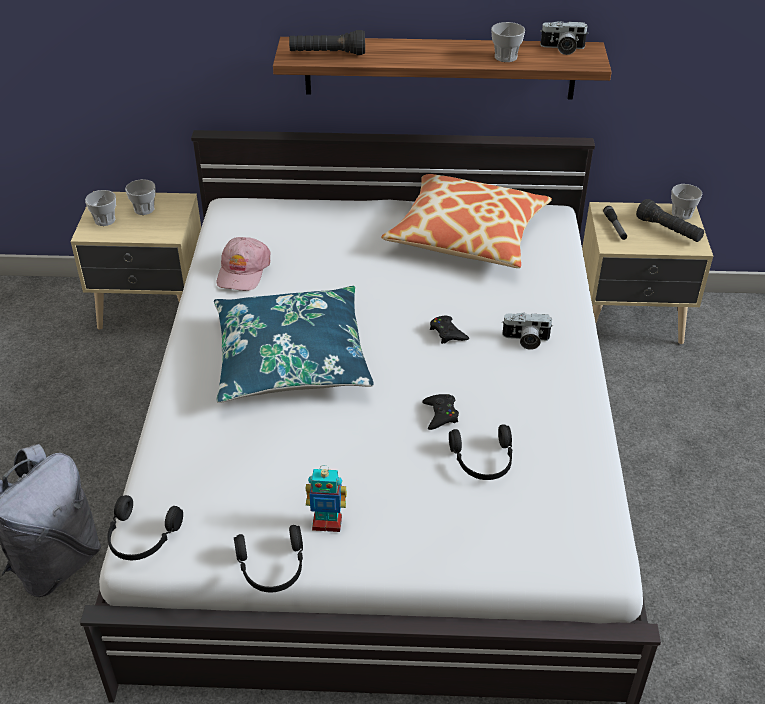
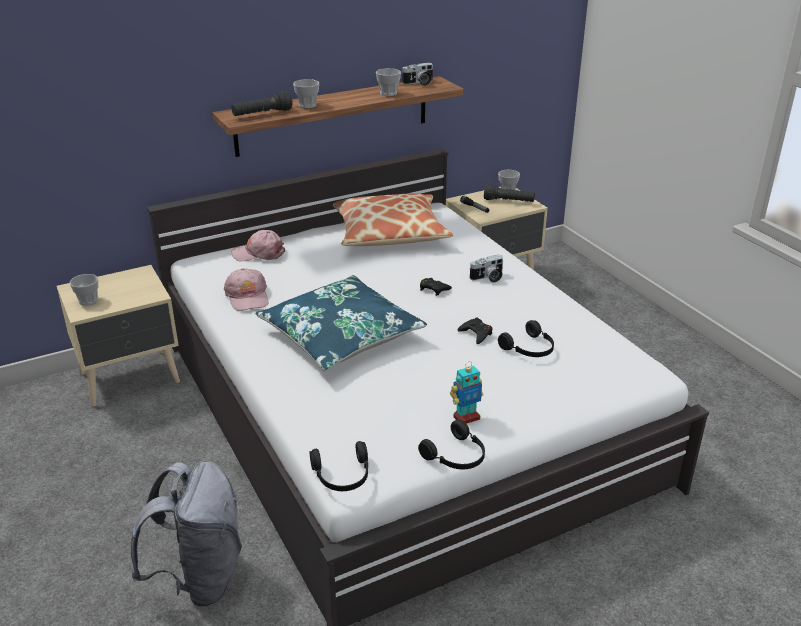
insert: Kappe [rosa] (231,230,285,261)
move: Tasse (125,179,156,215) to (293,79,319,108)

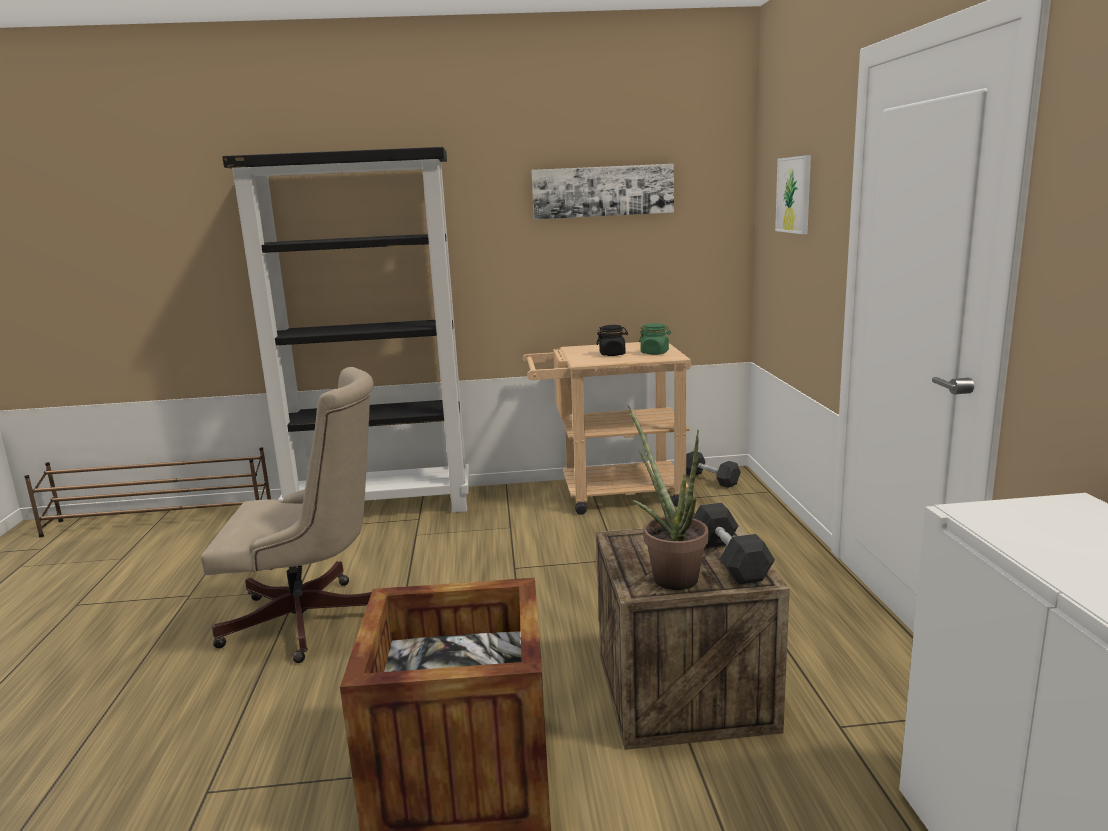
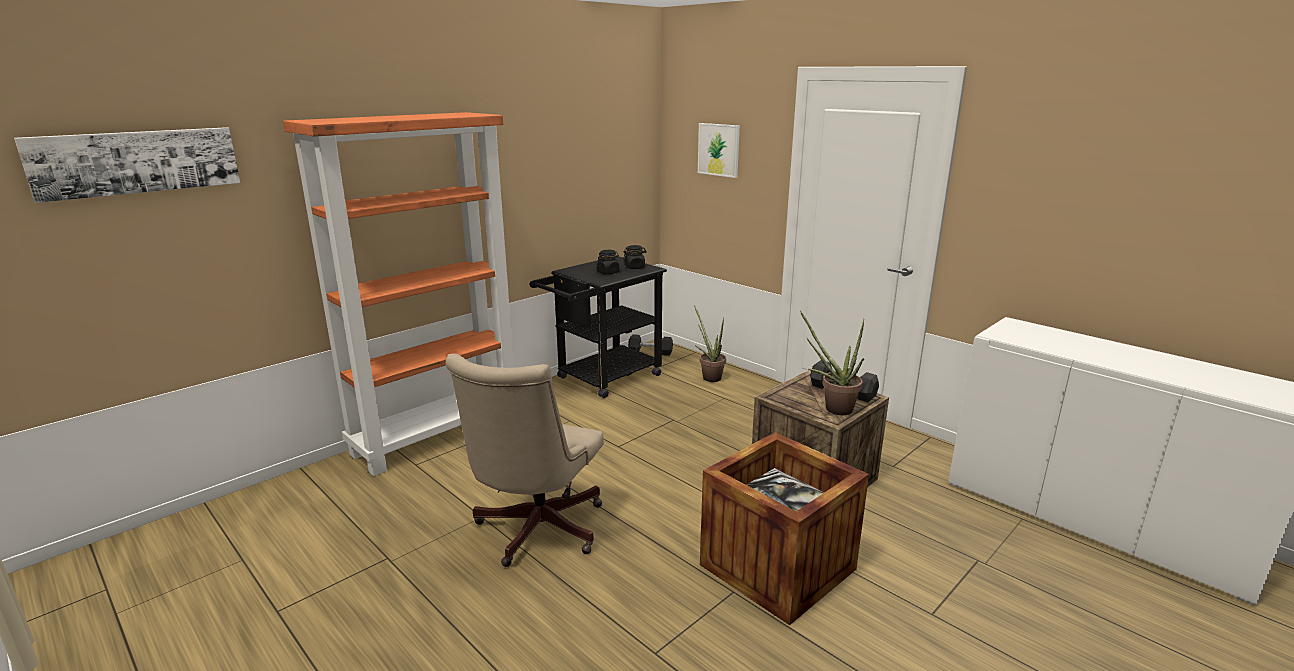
delete: Schuhregal [braun] (24,447,271,538)
insert: Topfpflanze (694,306,726,382)
move: Bild (531,164,674,219) to (14,127,240,203)
recolor: Bücherregal [schwarz] (222,147,469,513) to Bücherregal [orange] (283,112,514,476); Rollwagen [beige] (523,342,691,515) to Rollwagen [schwarz] (530,256,667,398); Vorratsglas [grün] (639,323,671,355) to Vorratsglas [schwarz] (623,245,647,269)
rotate: Bürostuhl [beige] (201,367,373,663) = (445,353,604,567) 150 degrees clockwise

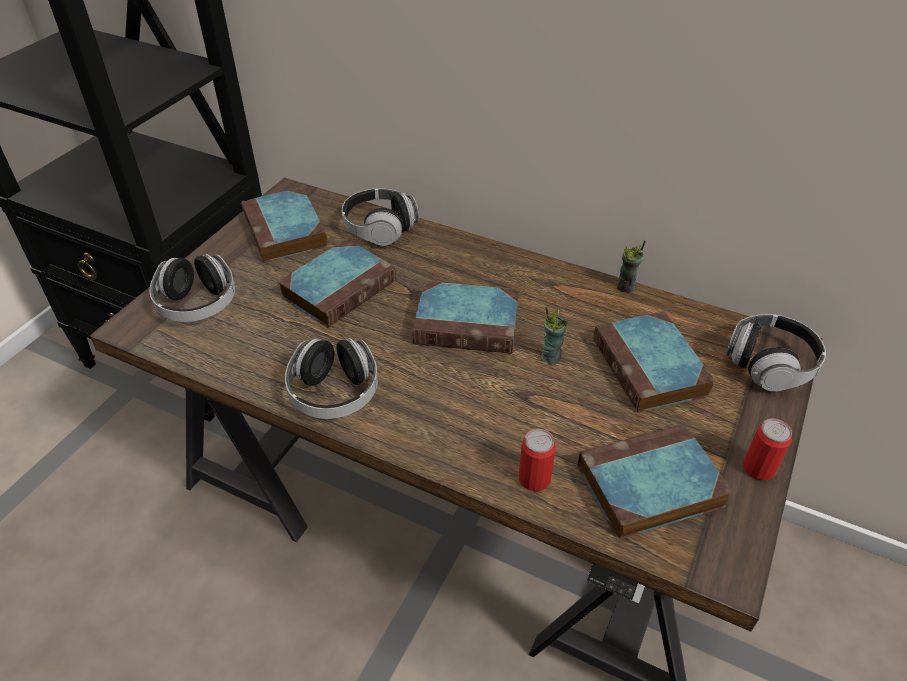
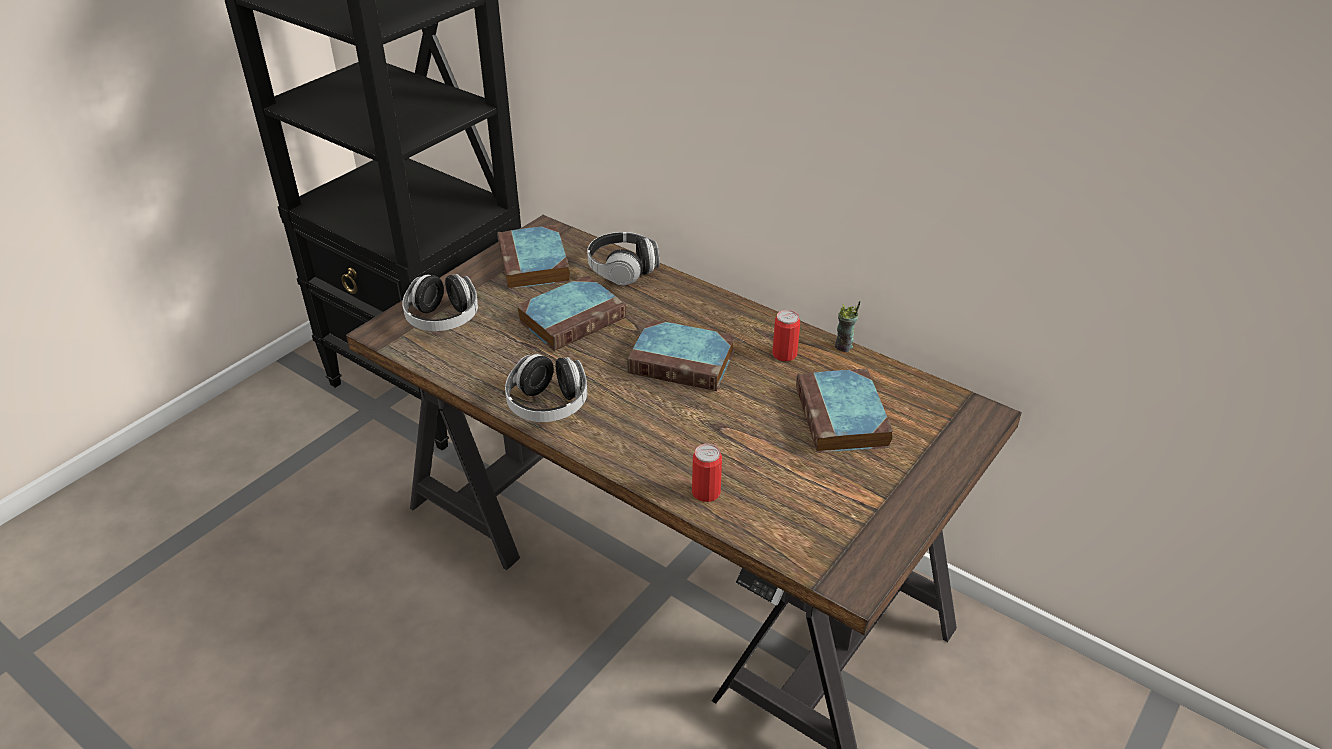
delete: Tasse (541,306,567,364); Buch (578,424,733,540); Kopfhörer (725,314,826,392)
move: Dose (743,419,792,481) to (772,310,800,361)

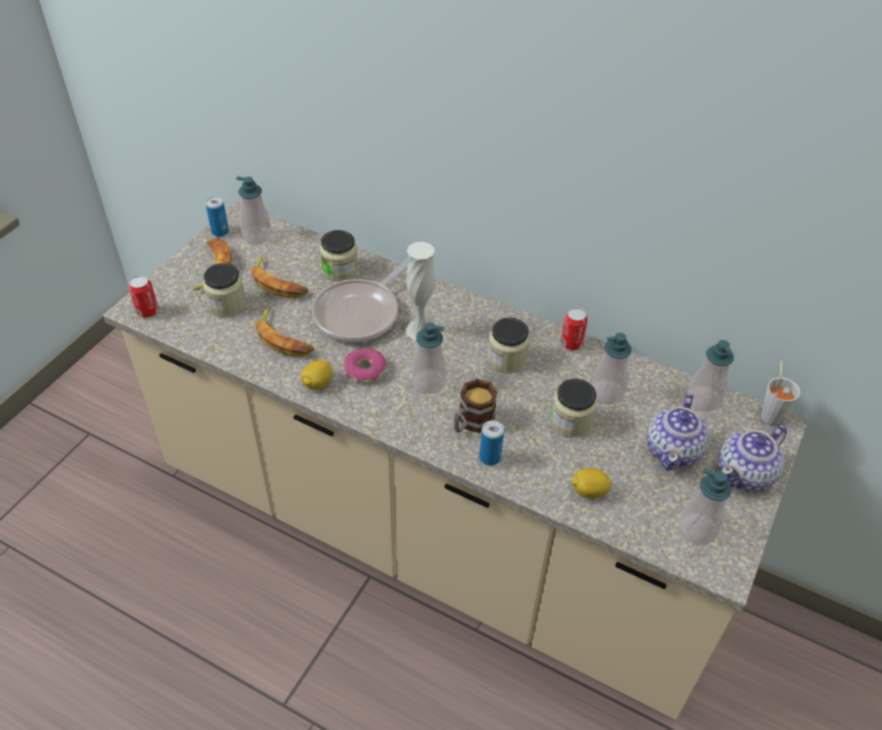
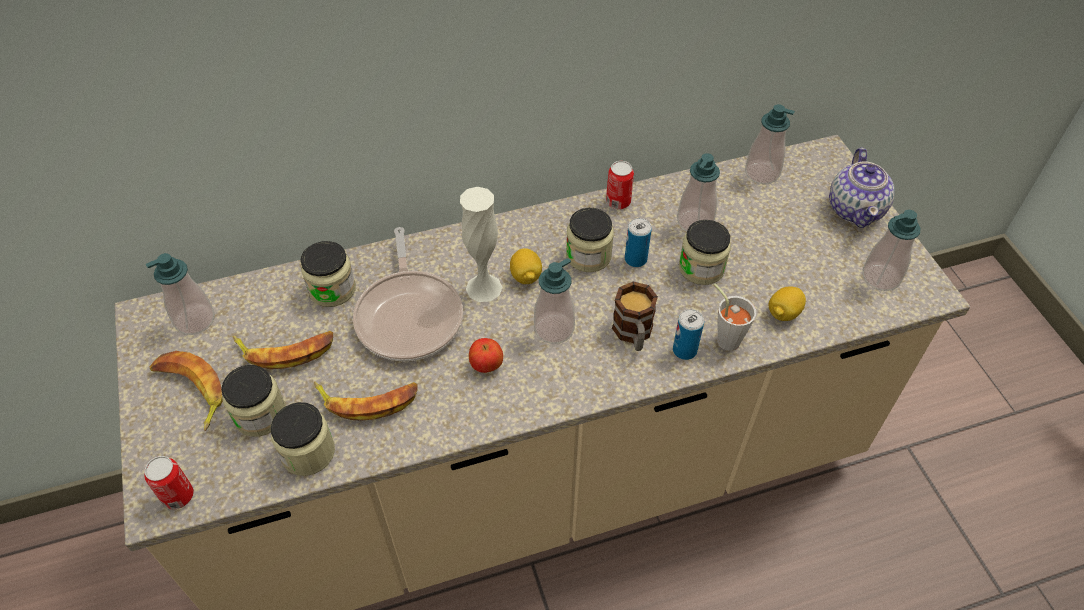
delete: Teekanne (646,393,709,471)
insert: Vorratsglas (271,402,335,476)
move: Zitrone (301,360,332,390) to (510,248,542,284); Dose (206,197,229,237) to (625,218,652,267); Tasse [grau] (761,361,800,425) to (713,283,756,351)
replace: Donut (344,348,386,383) to Apfel (469,338,503,373)

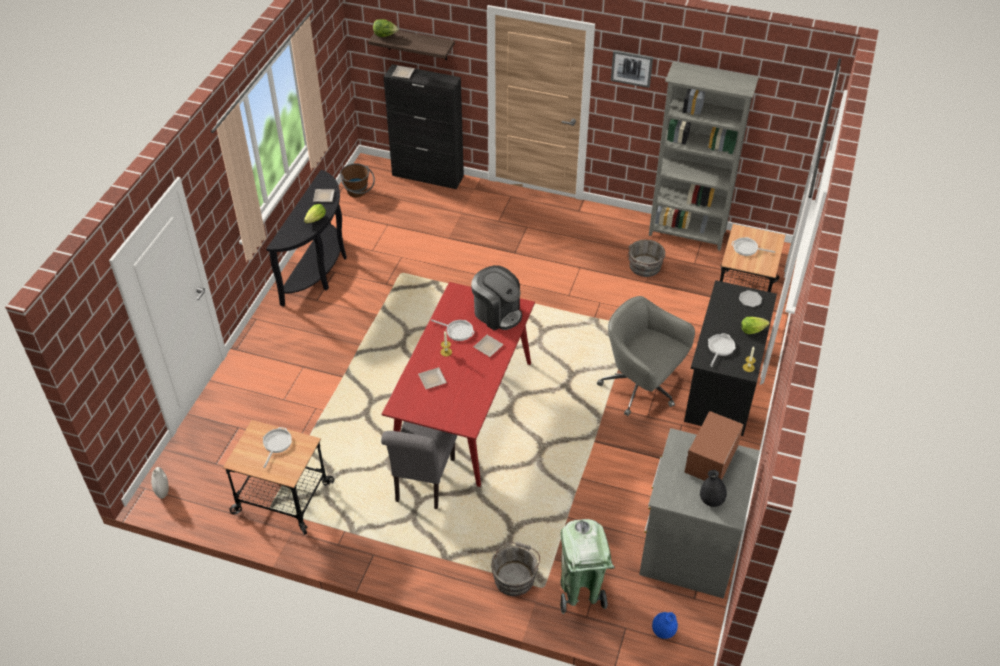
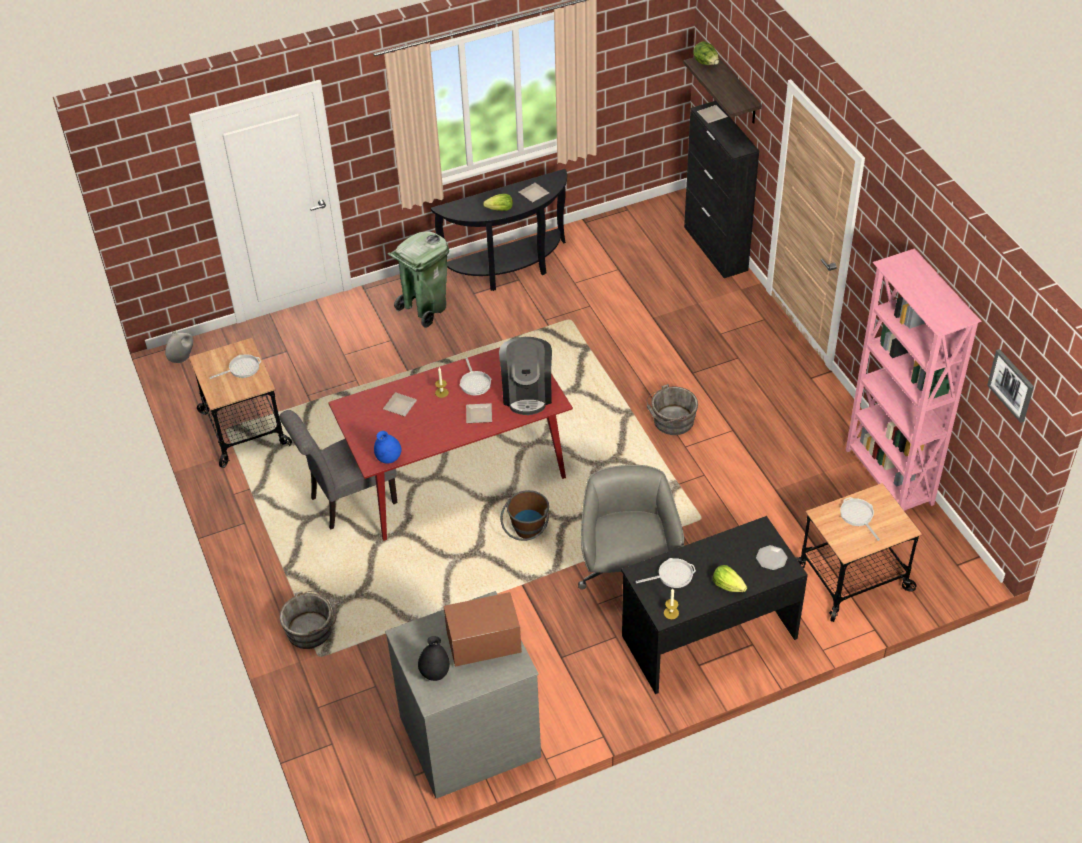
move: Vase [blau] (652,612,678,639) to (374,431,401,464); Mülleimer [grün] (560,519,615,614) to (387,231,449,328); Eimer [braun] (340,163,375,198) to (501,490,549,541); Eimer [grau] (628,240,666,277) to (647,384,698,435); Bild (611,50,653,88) to (987,349,1034,423)
recolor: Bücherregal [grau] (649,62,759,251) to Bücherregal [rosa] (846,248,982,511)

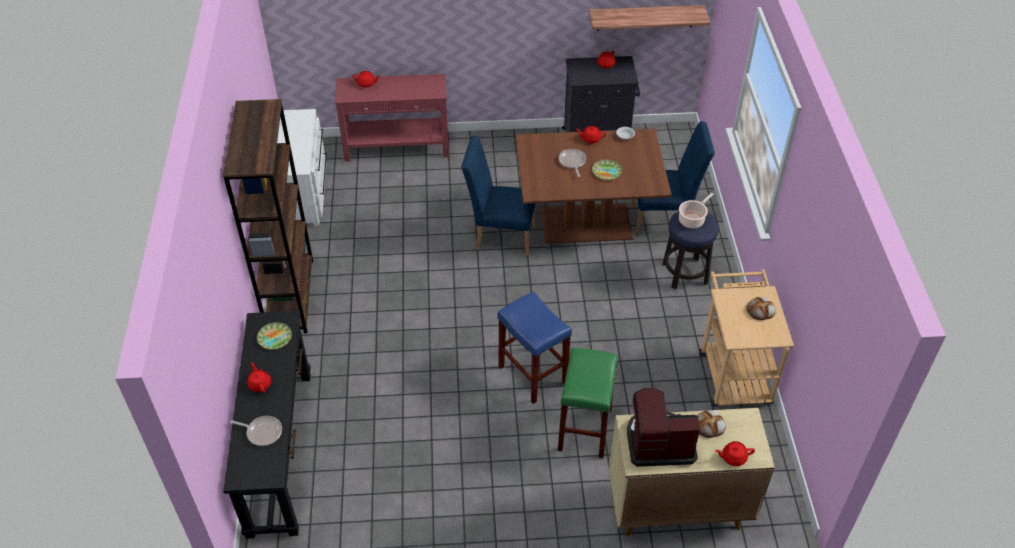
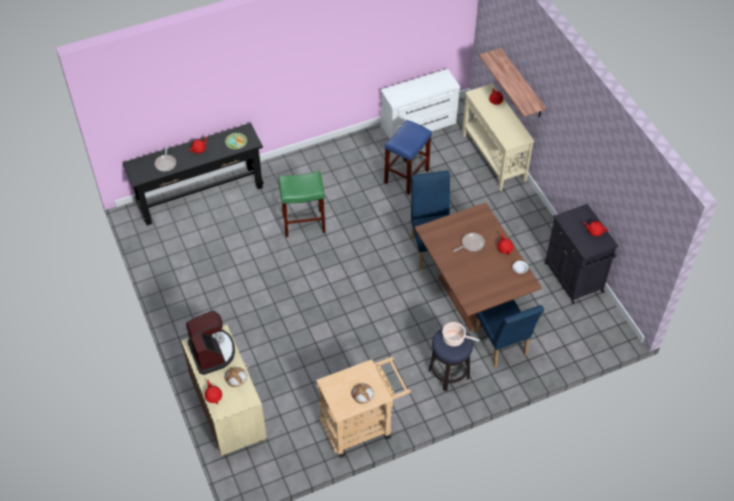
delete: Bücherregal [braun] (223,99,313,333); Teller (592,159,622,180)
move: Hocker [grün] (558,348,618,458) to (278,171,325,237); Hocker [blau] (498,292,572,404) to (384,120,432,195); Wandregal (589,5,710,31) to (479,48,546,118)
recolor: Konsolentisch [rot] (335,74,449,162) to Konsolentisch [beige] (462,83,534,191)

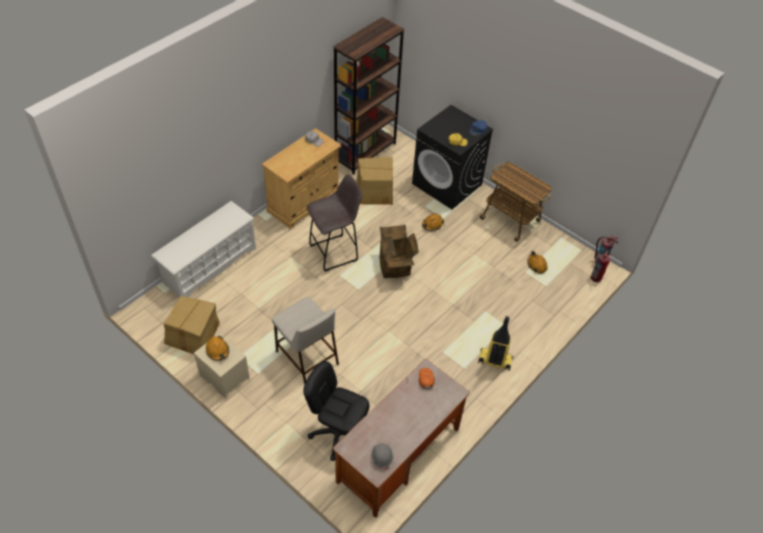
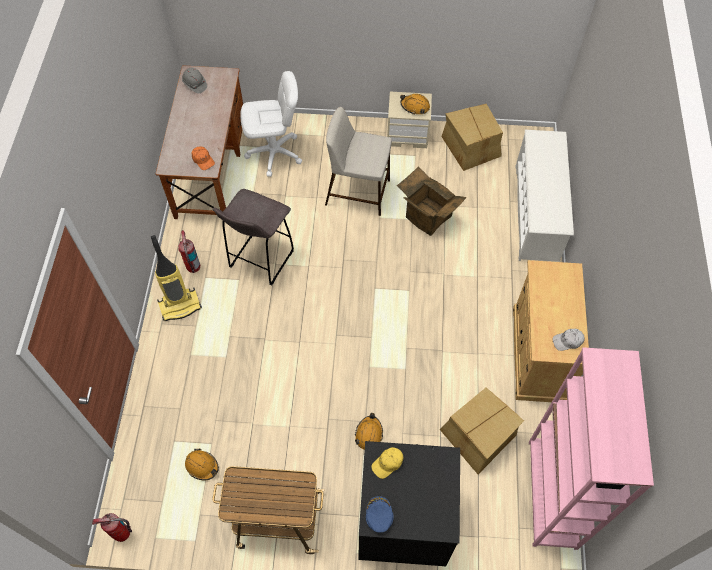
move: Feuerlöscher (591,250,610,282) to (178,230,200,273); Hocker [grau] (307,174,362,272) to (213,189,294,285); Karton (380,225,419,278) to (397,167,467,236)
recolor: Bürostuhl [schwarz] (303,361,369,461) to Bürostuhl [weiß] (240,71,302,177); Bücherregal [braun] (333,17,404,175) to Bücherregal [rosa] (529,347,654,550)

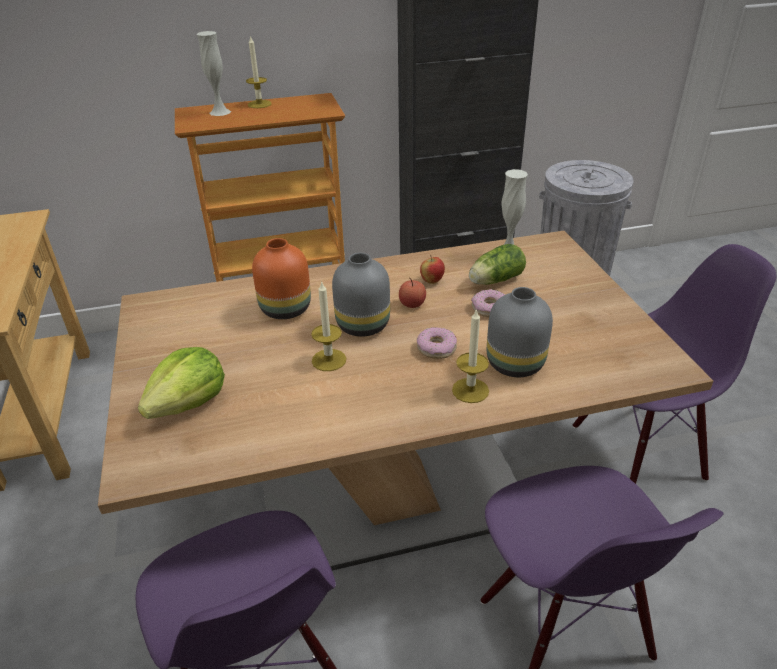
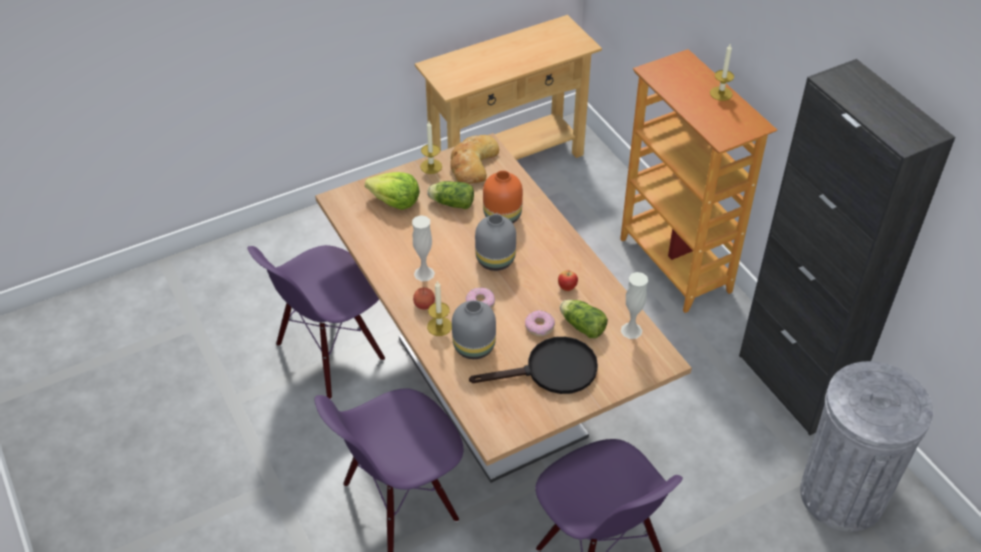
insert: Salatkopf (427,181,474,209); Brot (450,135,499,184); Pfanne [schwarz] (469,337,598,394)
move: Vase [weiß] (197,31,231,116) to (412,215,435,281); Apfel (399,277,426,308) to (413,287,435,310); Kerze (311,281,346,371) to (420,121,442,174)

